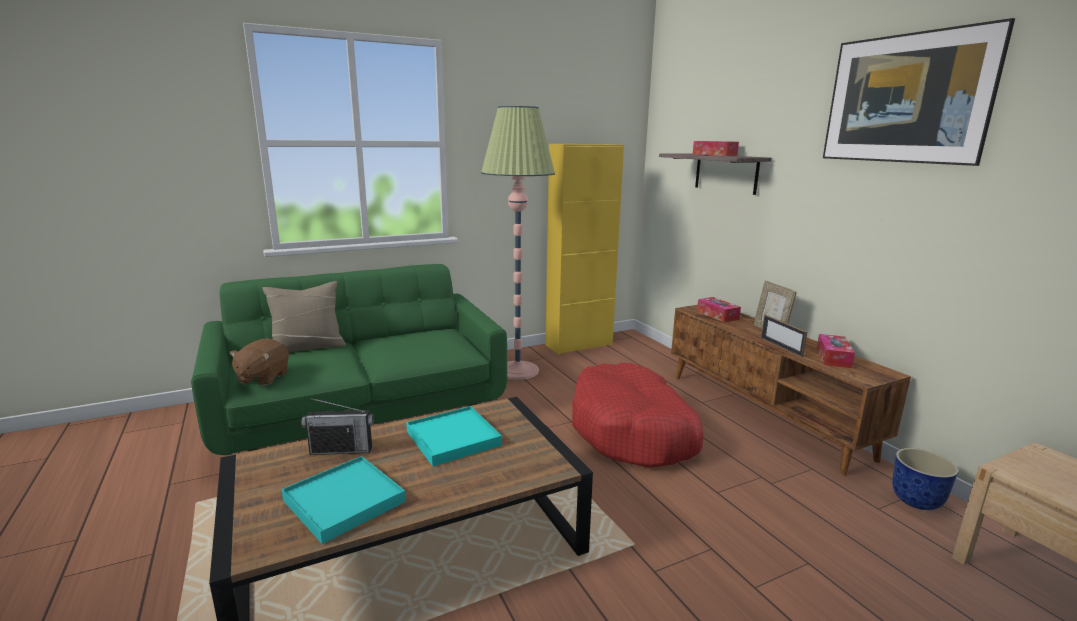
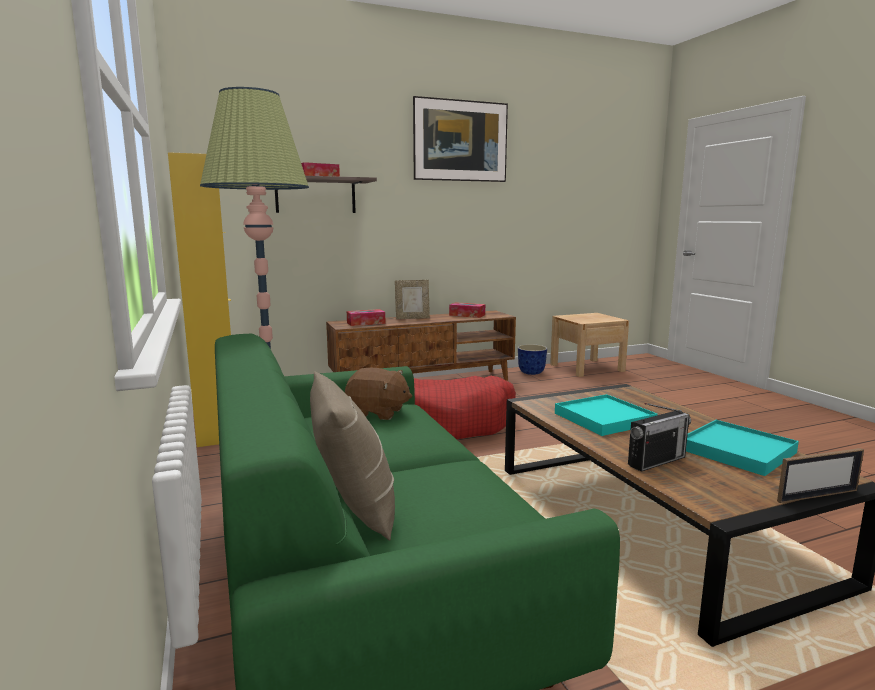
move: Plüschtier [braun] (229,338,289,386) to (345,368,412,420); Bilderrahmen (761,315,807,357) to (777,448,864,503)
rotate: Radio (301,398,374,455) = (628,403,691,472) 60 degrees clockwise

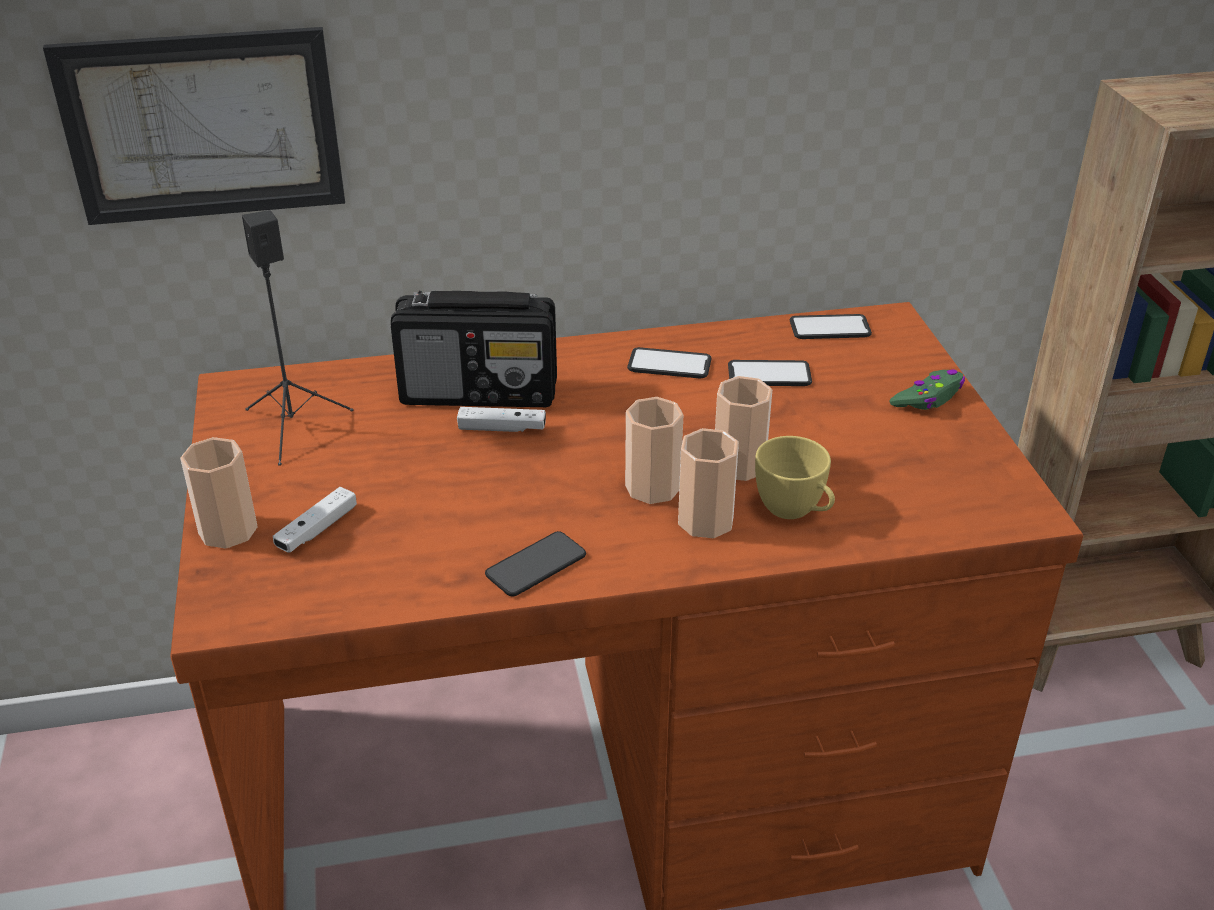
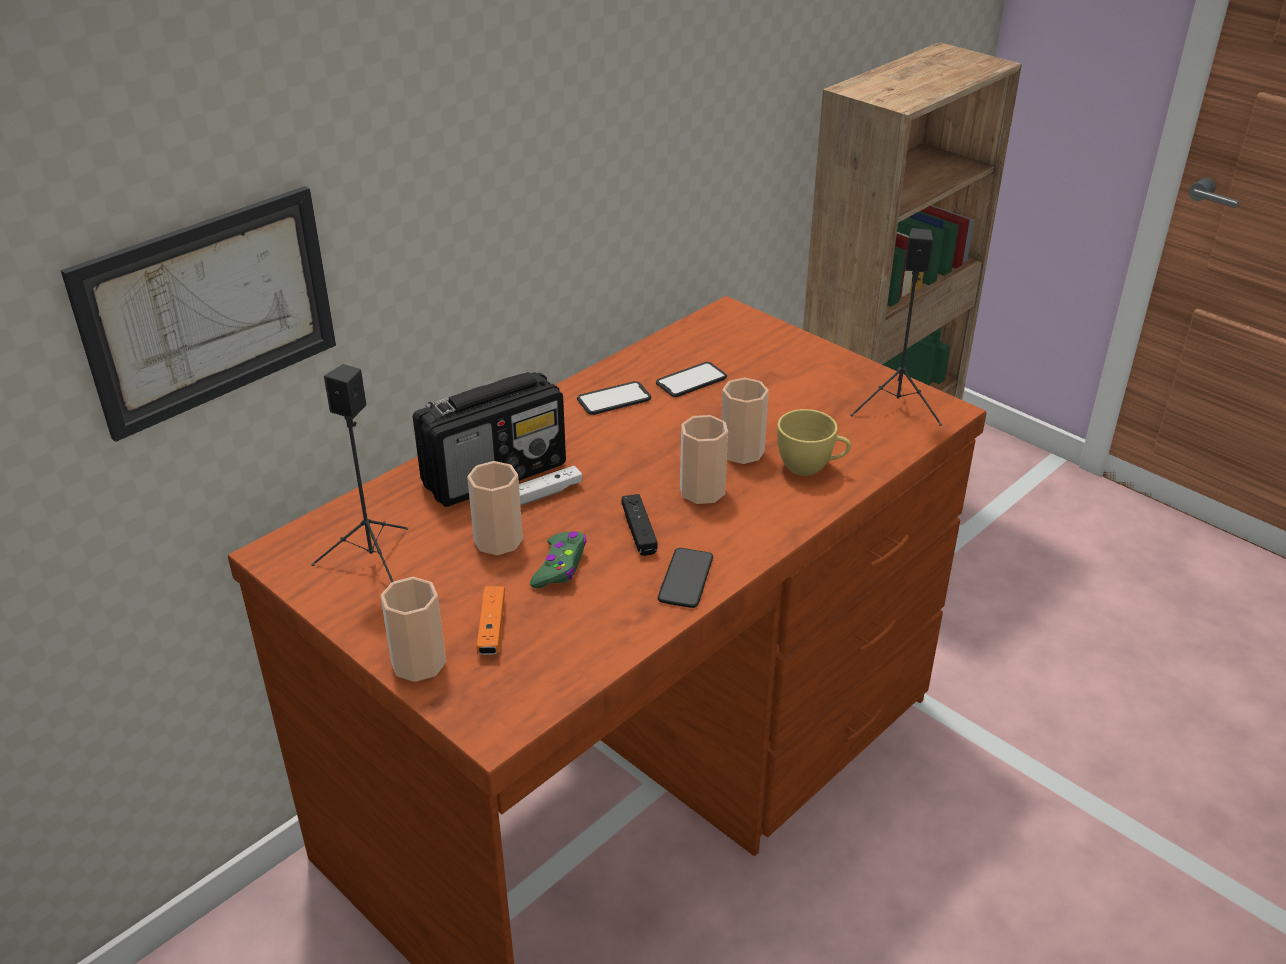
delete: Handy (789,314,872,339)
insert: Gamepad [schwarz] (621,494,658,556); Lautsprecher [schwarz] (850,228,942,426)
move: Tasse (678,428,739,538) to (467,461,523,555); Gamepad [grün] (890,369,965,410) to (530,531,586,588)
recolor: Gamepad [weiß] (273,487,357,553) to Gamepad [orange] (477,586,505,655)

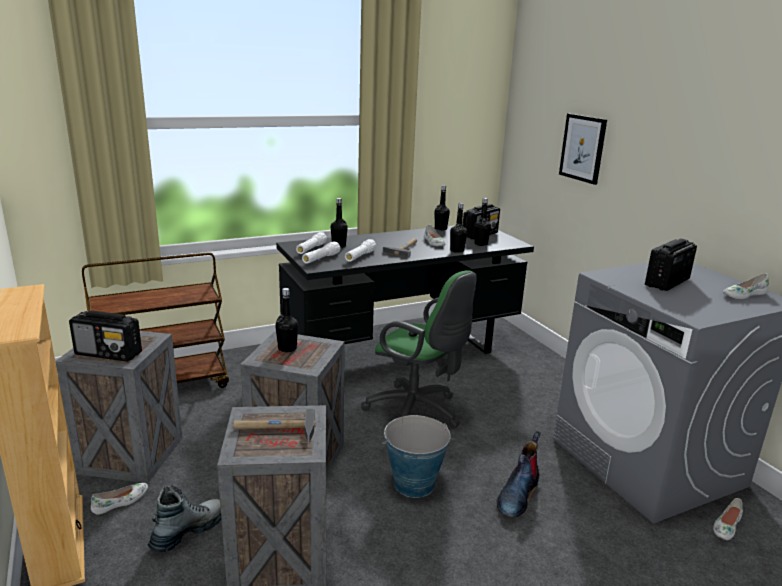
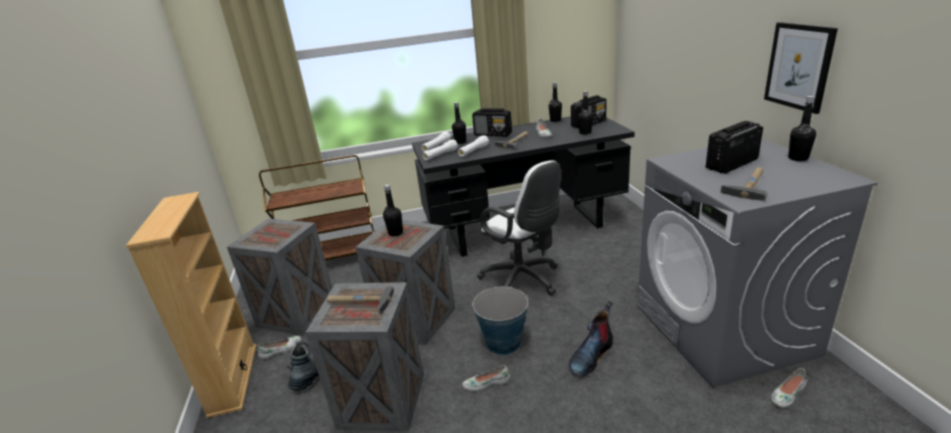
insert: Hammer (720,167,767,201)
move: Schuh [weiß] (723,273,769,299) to (463,365,510,391); Radio (69,311,142,362) to (472,108,512,137); Bild (559,114,607,185) to (764,22,838,114); Flasche [schwarz] (450,203,467,253) to (788,96,816,161)
recolor: Bürostuhl [grün] (361,270,477,429) to Bürostuhl [weiß] (477,160,561,296)

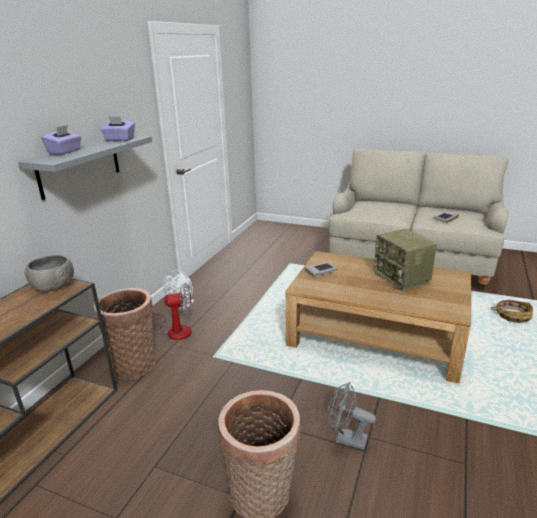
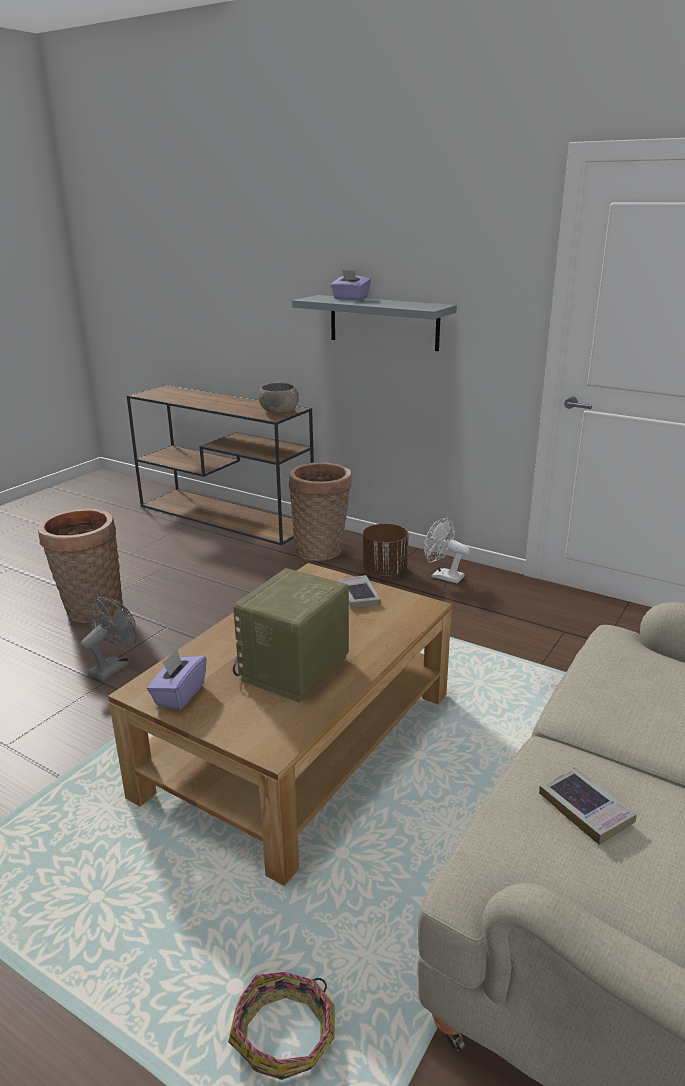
move: Taschentuchbox [lila] (100,116,135,141) to (147,649,207,710)
replace: Ventilator (152,284,192,340) to Pflanzkübel [braun] (363,524,409,576)
rotate: Radio (374,229,437,291) = (233,568,349,703) 45 degrees counterclockwise

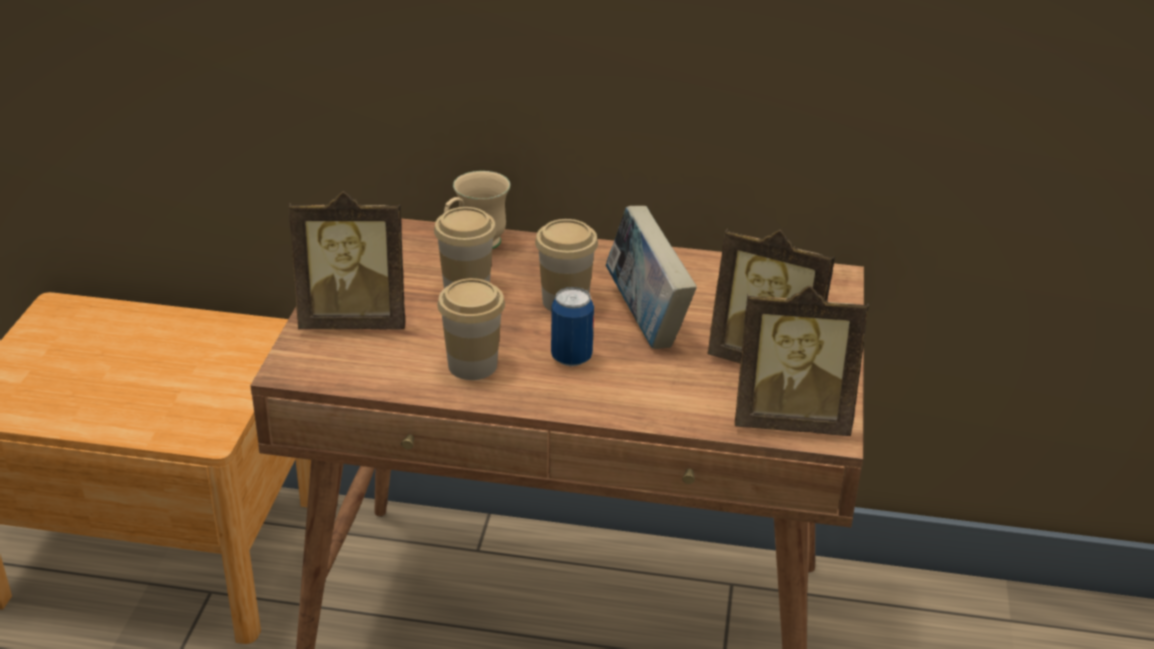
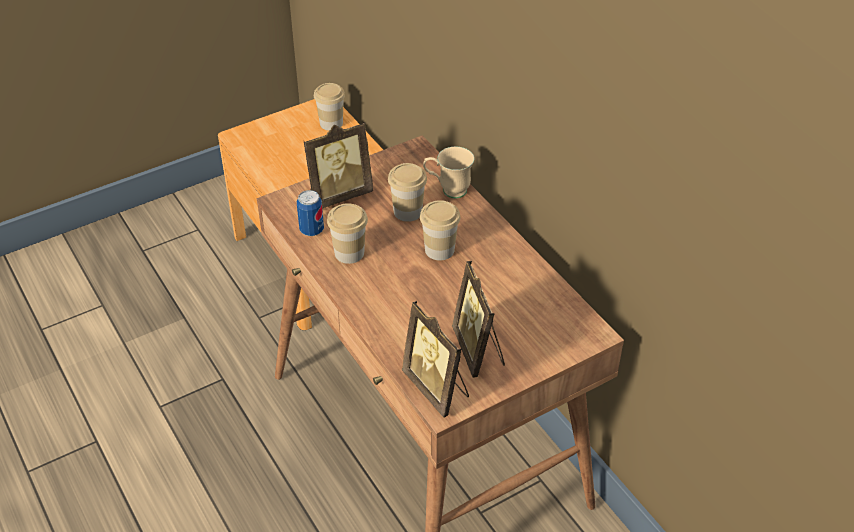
delete: Buch (606,206,697,349)
insert: Tasse (314,83,345,131)
move: Dose (551,287,594,367) to (297,190,324,236)
rotate: Bilderrahmen (289,191,405,330) = (303,122,373,209) 75 degrees counterclockwise

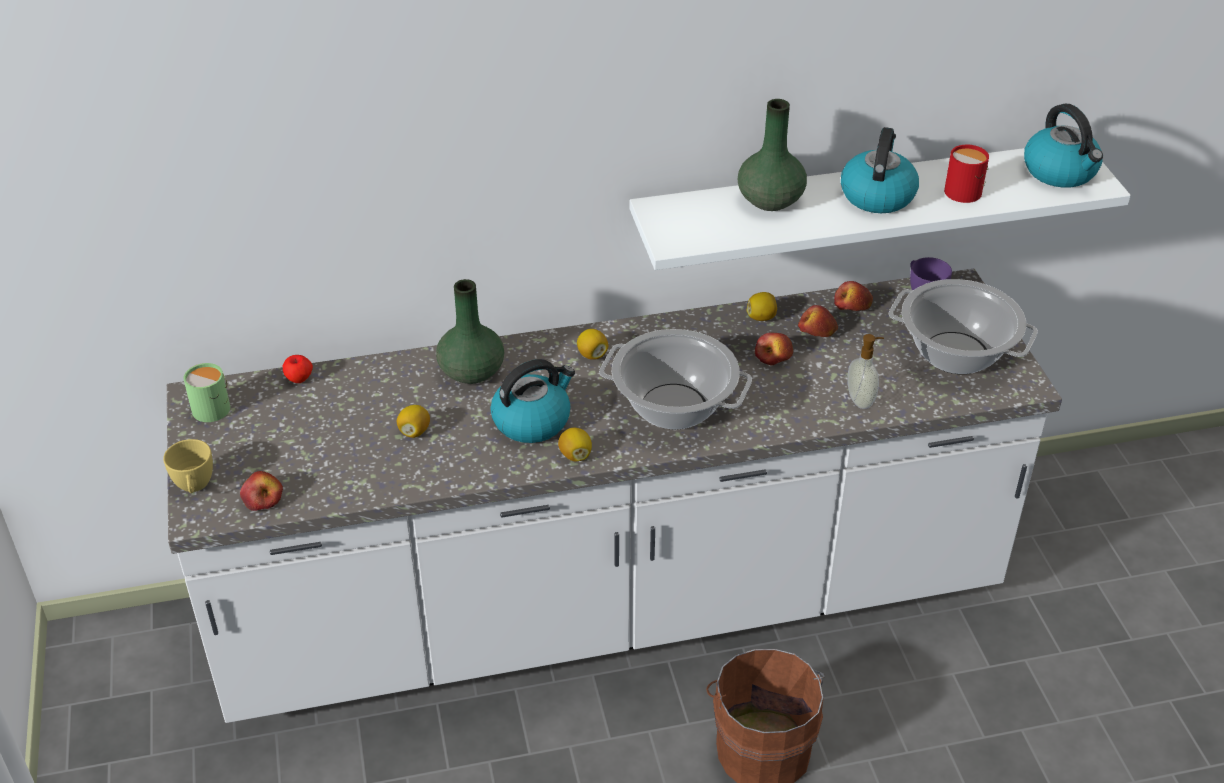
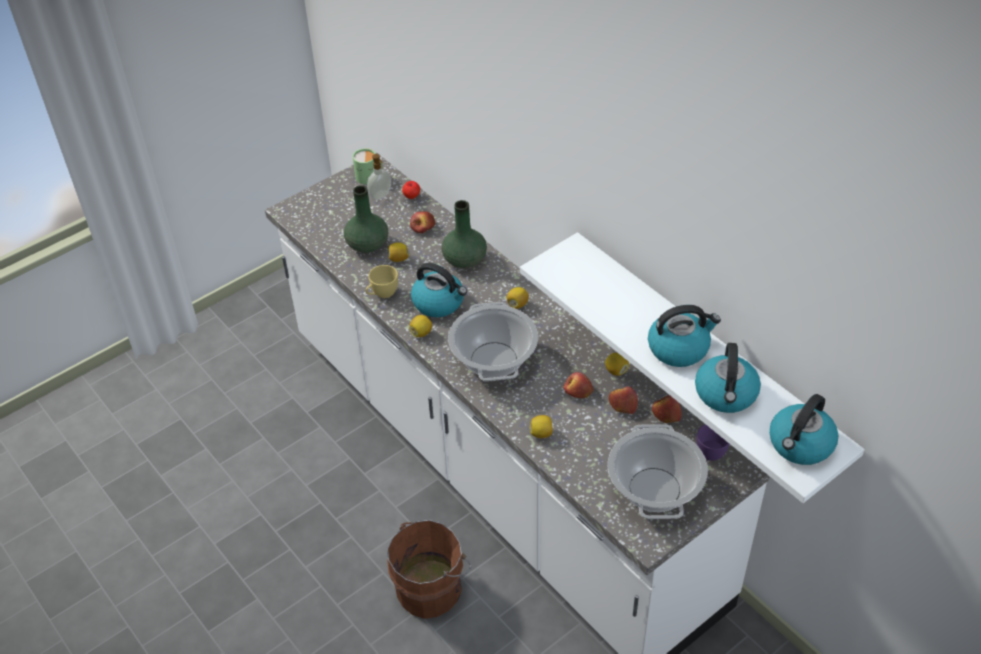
insert: Zitrone (529,415,553,438)
move: Vase [grün] (738,99,807,211) to (344,185,388,253); Tasse [gelb] (163,439,213,493) to (365,265,398,298); Seifenspender (847,334,884,409) to (367,154,391,200); Apfel (240,471,283,511) to (410,211,435,233)
replace: Henkelbecher [rot] (944,145,989,203) to Wasserkessel (695,343,761,413)

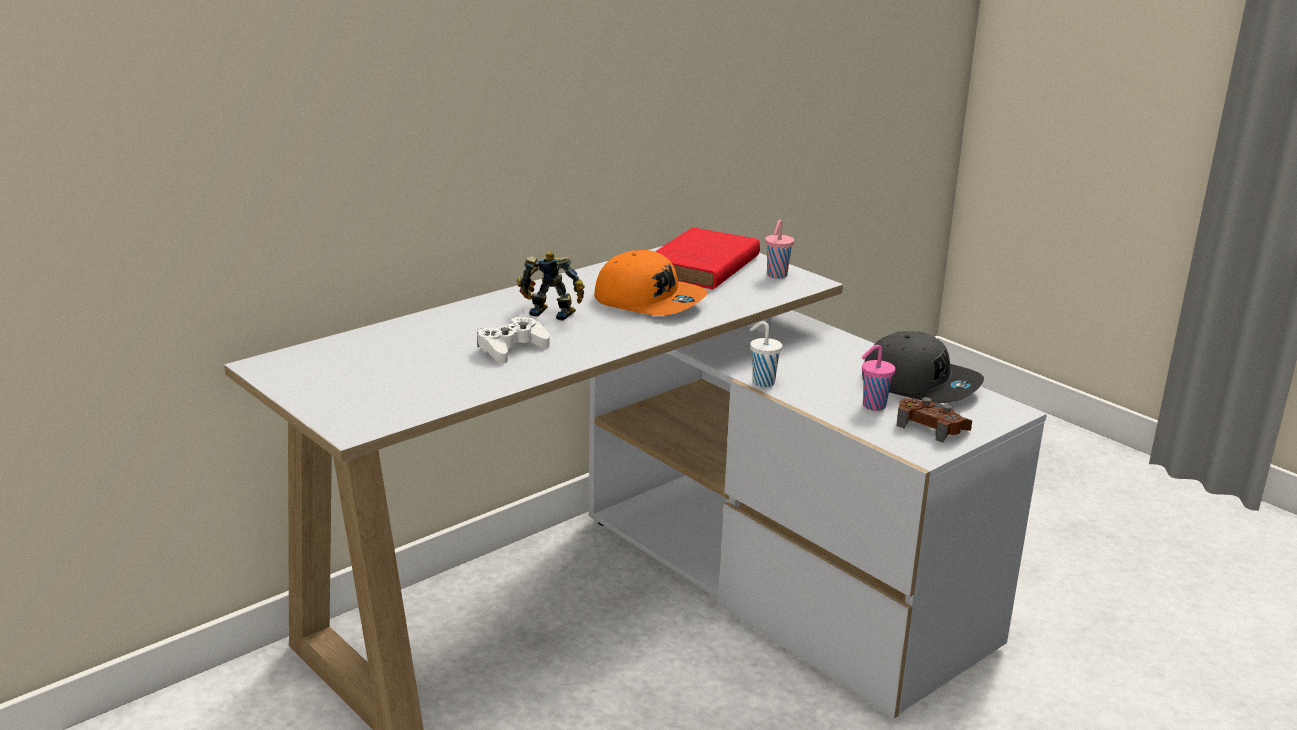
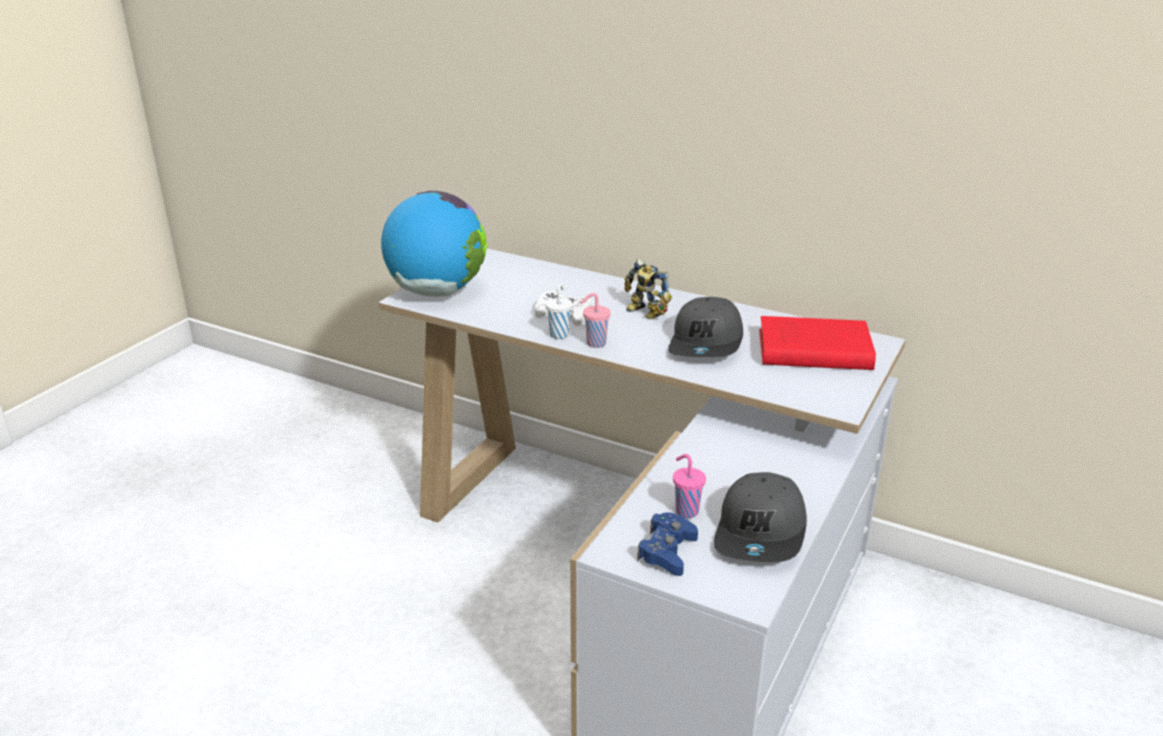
insert: Globus (381,191,487,297)
move: Tasse [weiß] (750,321,782,387) to (545,283,573,339); Tasse [rosa] (765,220,794,279) to (580,293,611,348)
recolor: Gamepad [braun] (897,397,972,443) to Gamepad [blau] (637,512,698,576); Kappe [orange] (595,250,708,316) to Kappe [grau] (668,297,743,357)
rotate: Spielzeugroboter (516,251,585,321) = (624,259,672,319) 135 degrees clockwise

